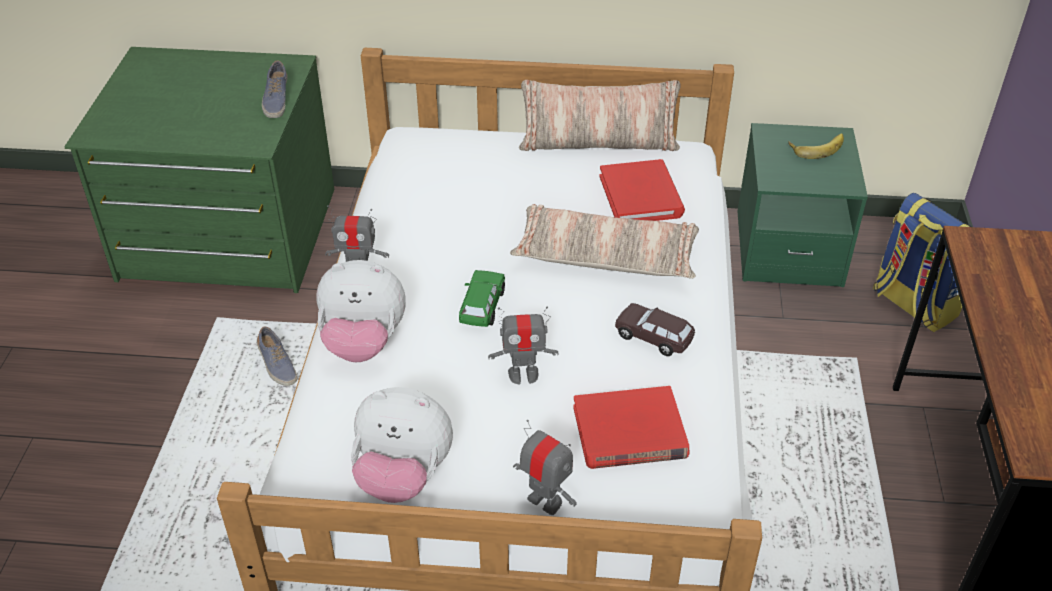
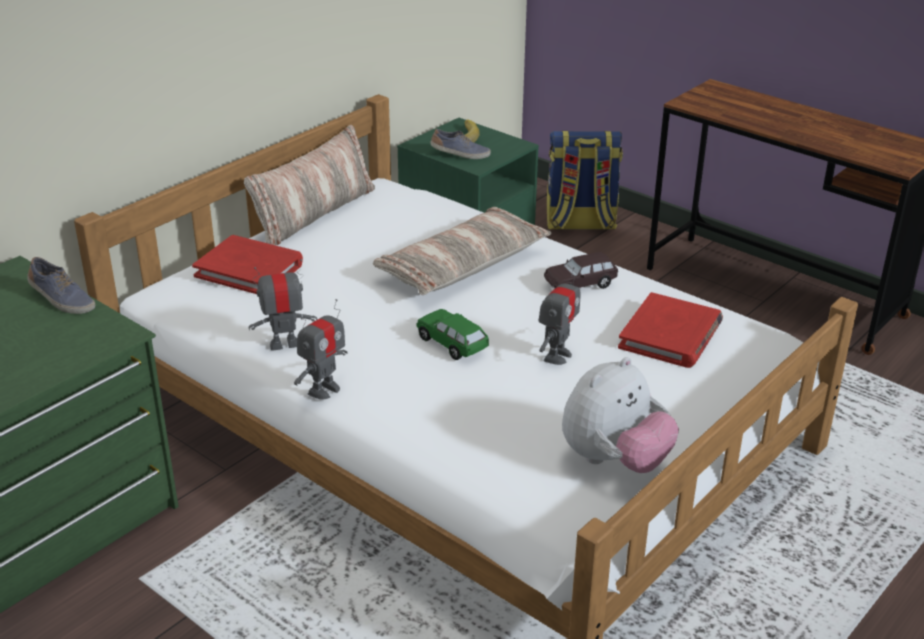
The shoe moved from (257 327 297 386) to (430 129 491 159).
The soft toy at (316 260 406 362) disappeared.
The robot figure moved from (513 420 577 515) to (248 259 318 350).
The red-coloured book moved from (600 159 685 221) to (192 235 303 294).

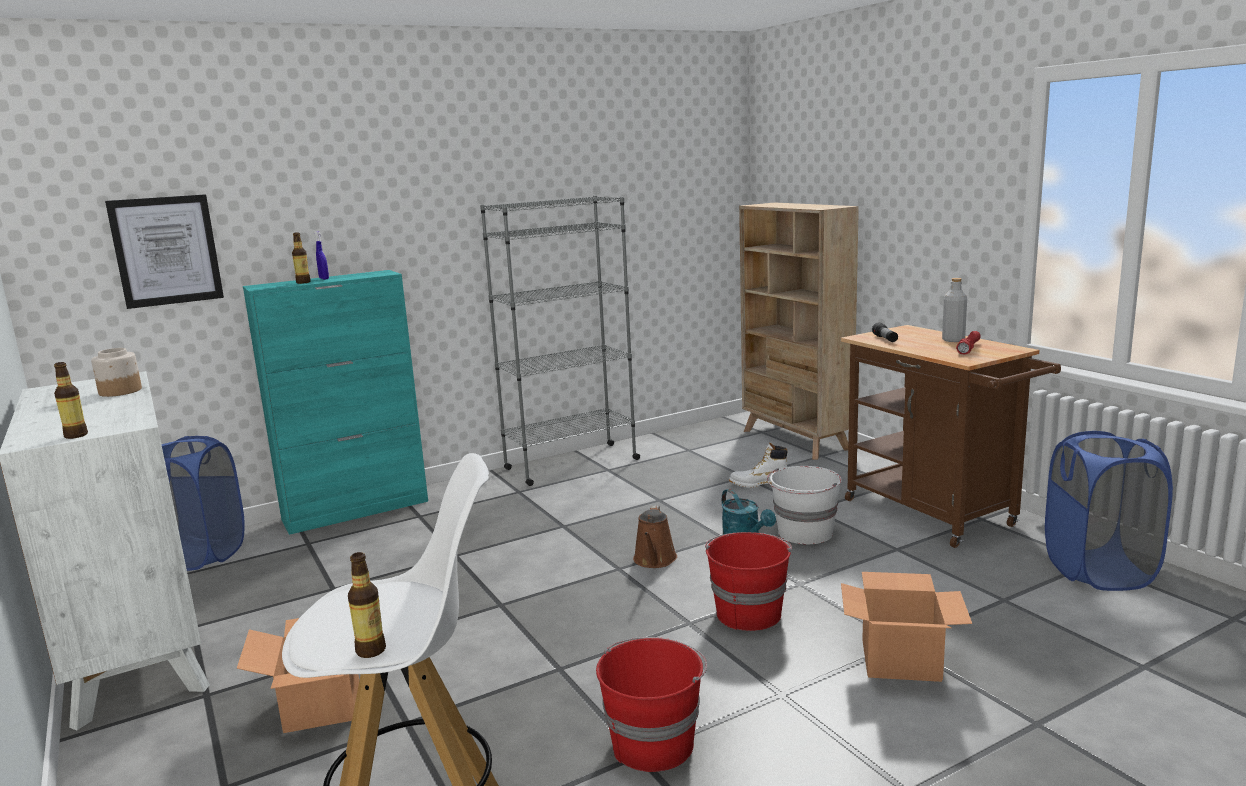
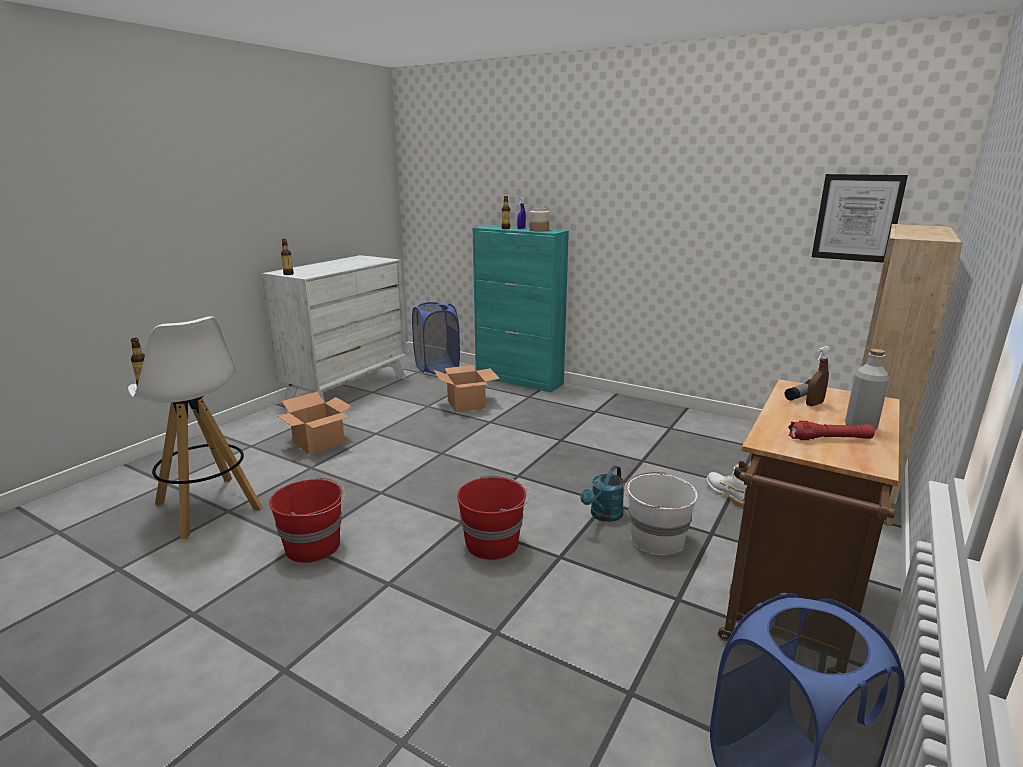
The storage jar moved from (91 348 142 397) to (530 208 549 231).
The picture moved from (105 194 224 309) to (812 174 908 263).
The gray bookcase at (480 195 640 486) disappeared.
The brownish sprinkling can at (633 505 677 568) disappeared.
The cardboard box moved from (841 572 972 682) to (433 365 500 413).
The brownish sprayer at (806 346 831 406) appeared.

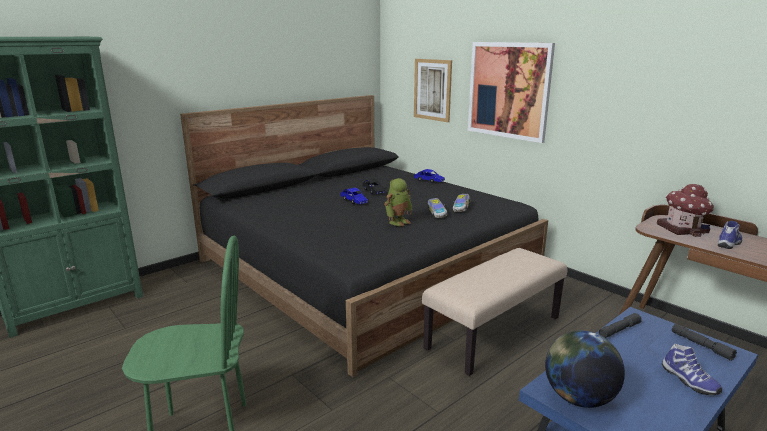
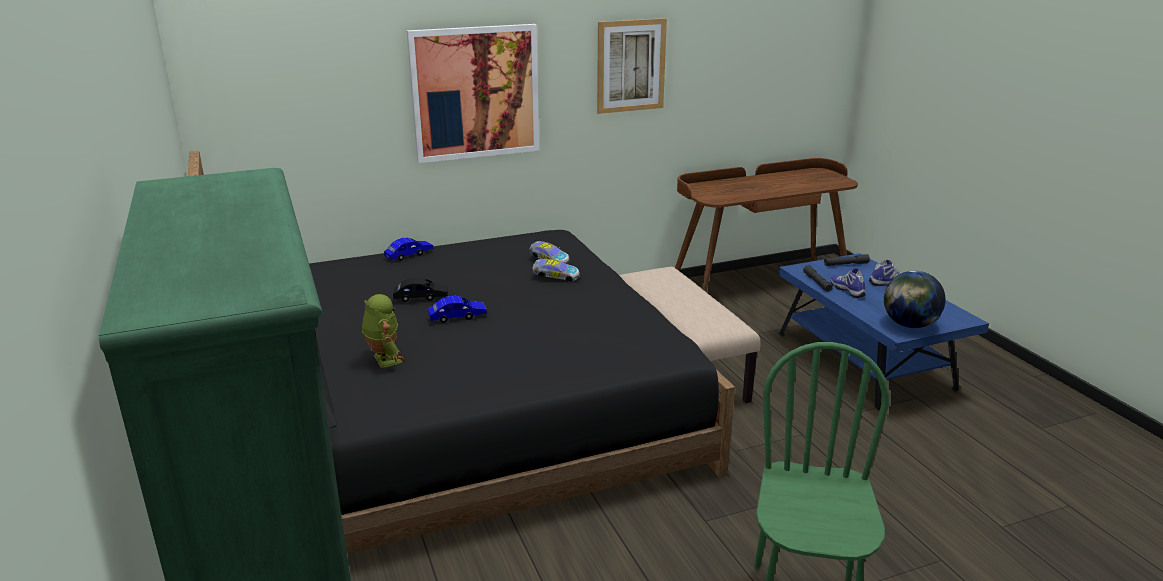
The robot figure moved from (384 178 413 226) to (362 294 405 368).
The picture moved from (414 59 452 122) to (597 18 667 114).
The toy house at (657 184 714 237) disappeared.
The shoe moved from (718 221 742 249) to (831 268 866 298).

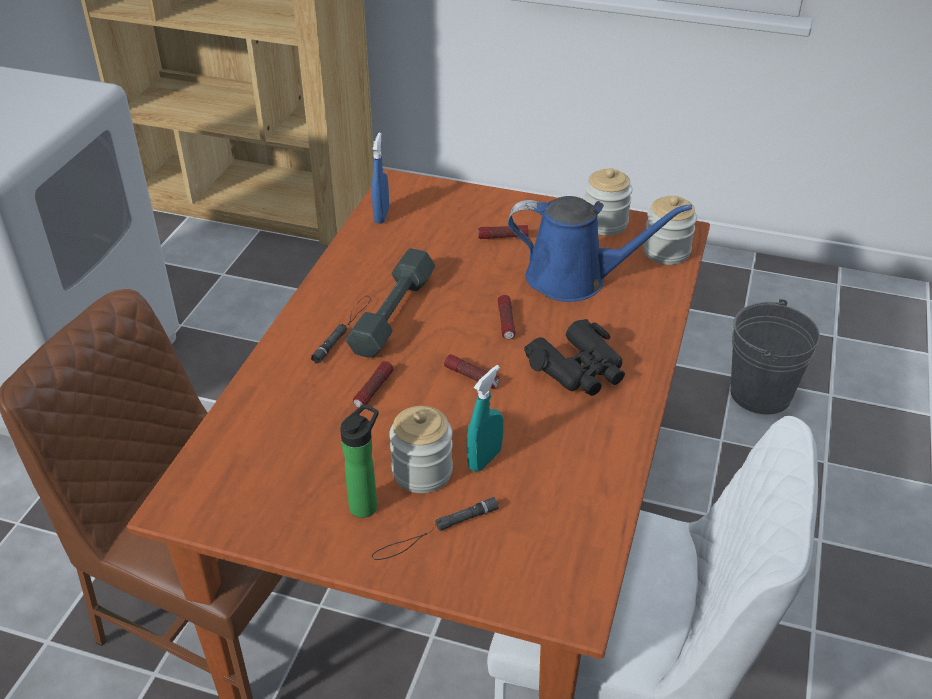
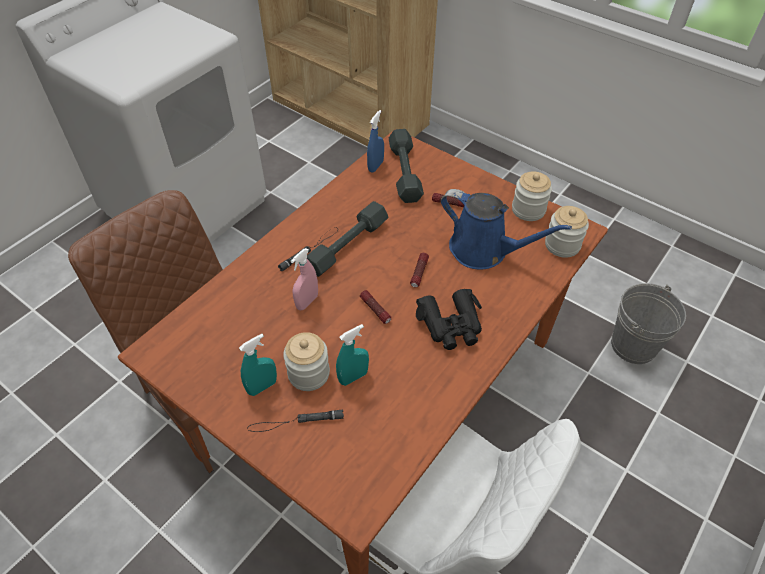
The drink bottle at (340 404 379 518) was replaced by the blue-green sprayer at (239 334 277 396).
The flashlight at (353 361 394 408) was replaced by the pink-coloured sprayer at (291 248 318 310).
The gray dumbbell at (389 129 424 203) appeared.

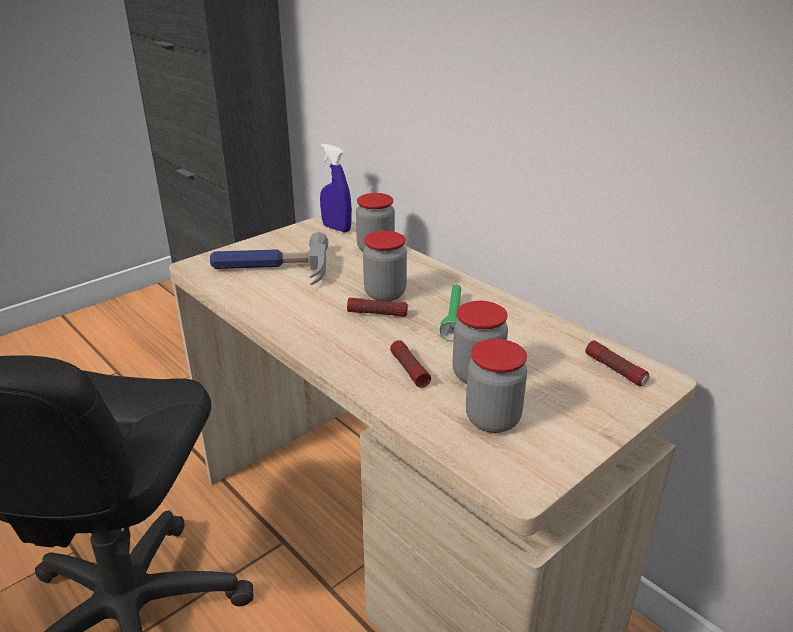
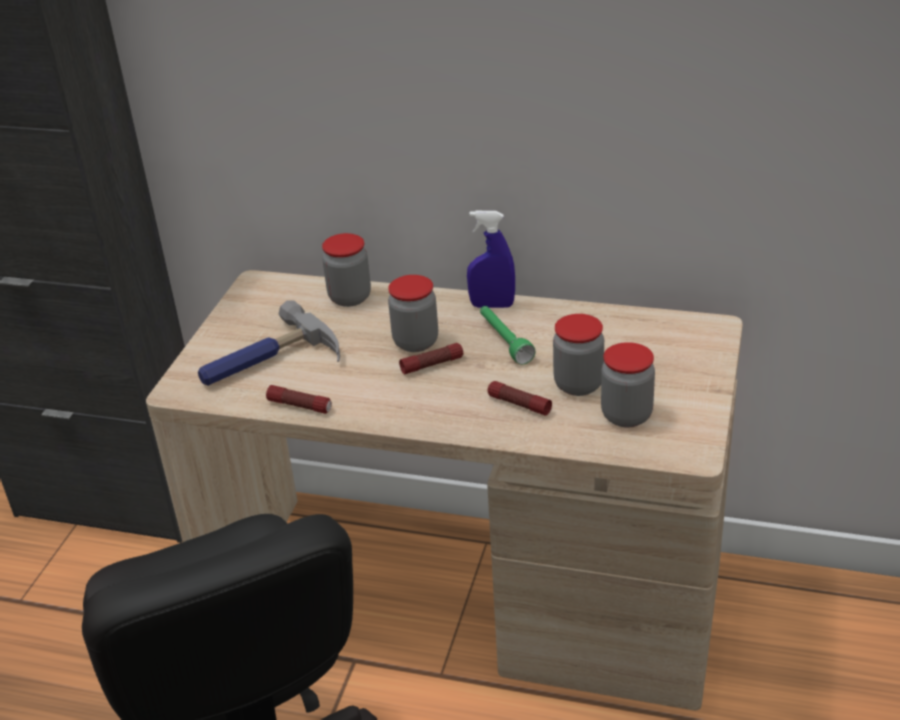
The blue-coloured sprayer moved from (320 144 352 233) to (467 211 515 308).
The flashlight moved from (585 340 649 386) to (266 385 332 414).

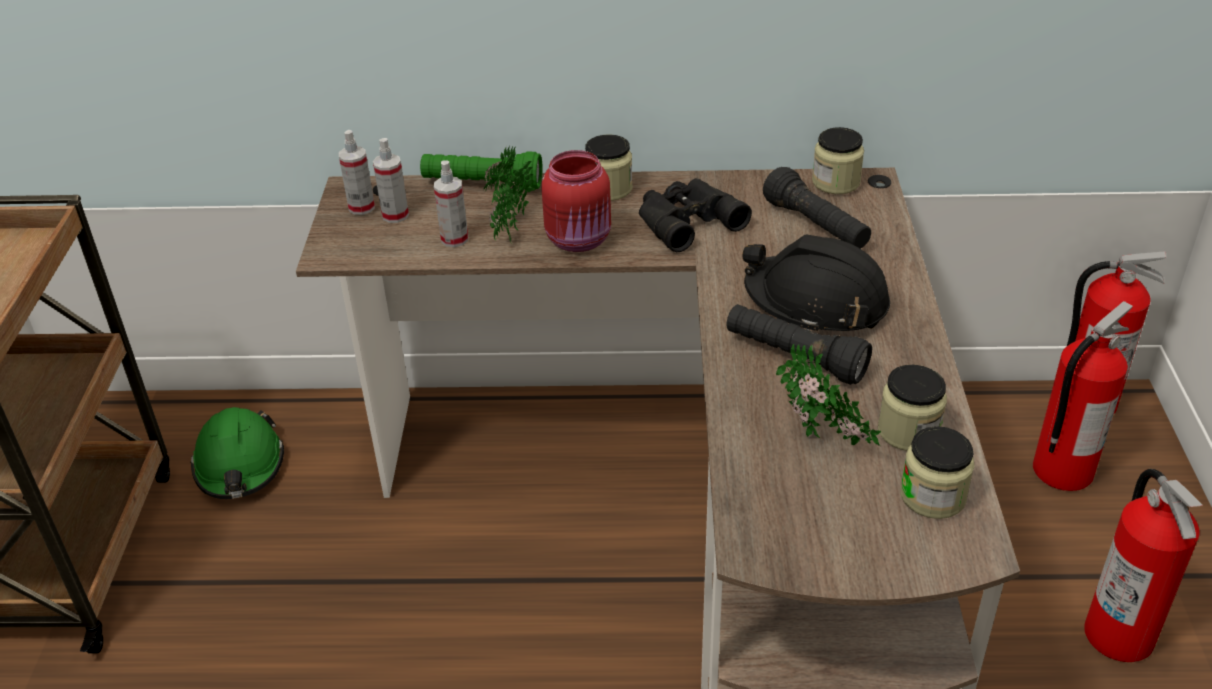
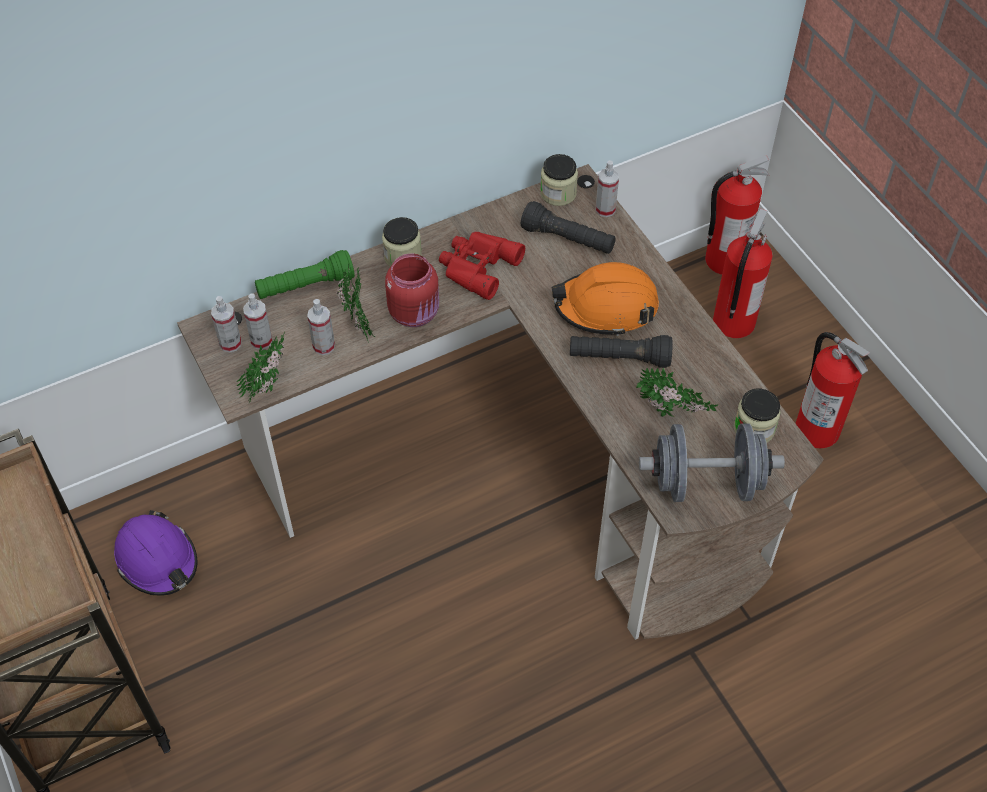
The green hard hat at (190 407 284 499) became the purple hard hat at (114 510 198 596).
The black-coloured field glasses at (639 178 752 252) became the red-coloured field glasses at (439 232 525 300).
The black-coloured hard hat at (743 234 890 331) became the orange-coloured hard hat at (552 262 659 336).
The storage jar at (878 365 947 451) disappeared.
The houseplant at (236 331 285 404) appeared.
The sprayer at (596 160 619 217) appeared.
The gray dumbbell at (639 423 785 502) appeared.

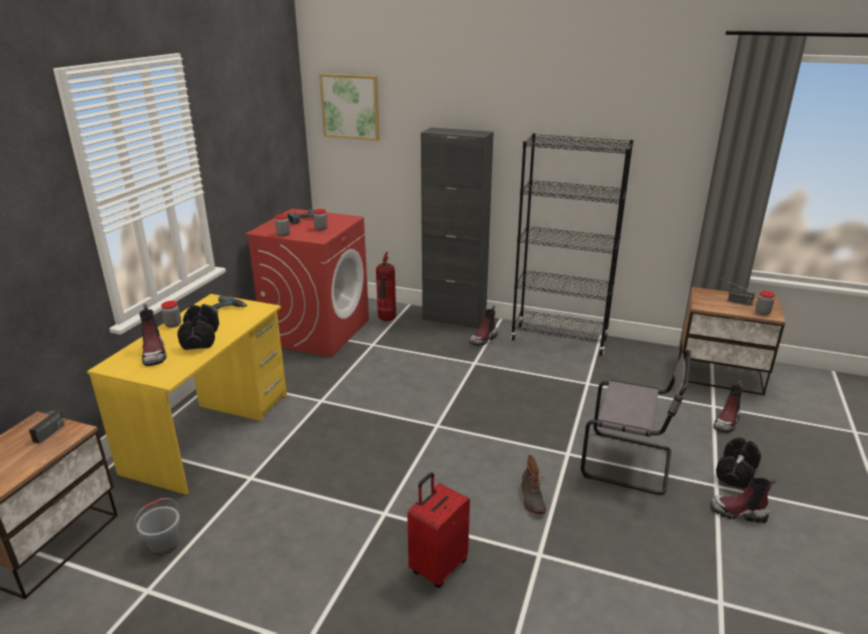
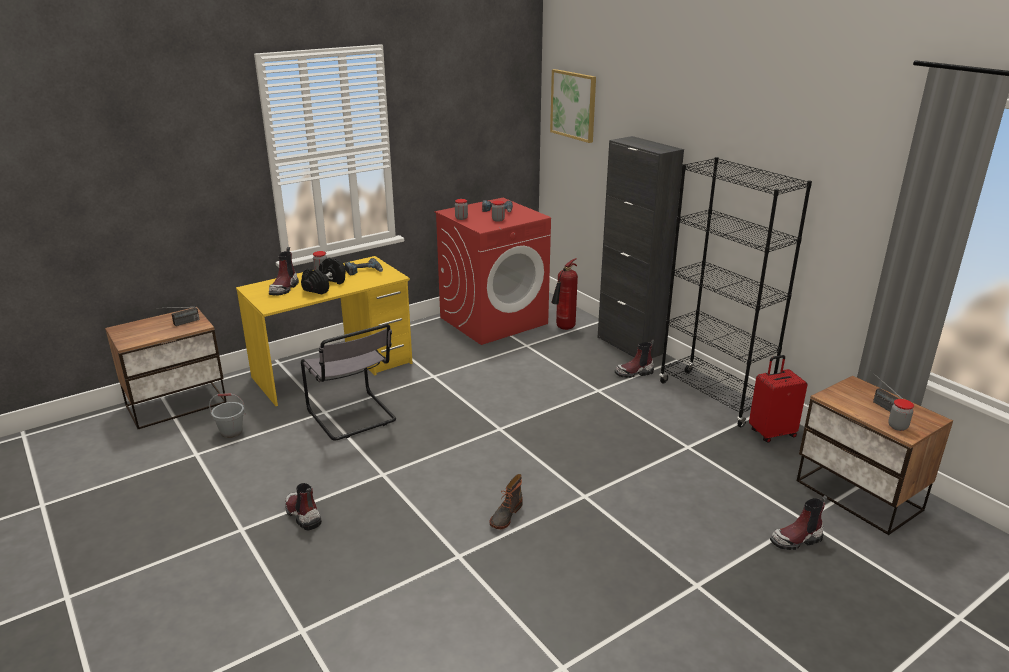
The red-coloured piece of luggage moved from (407 472 470 588) to (749 355 808 443).
The gray upright chair moved from (581 350 691 495) to (301 324 396 441).
The tall boot moved from (710 478 776 523) to (285 483 322 530).
The black-coloured dumbbell at (716 437 761 489) disappeared.

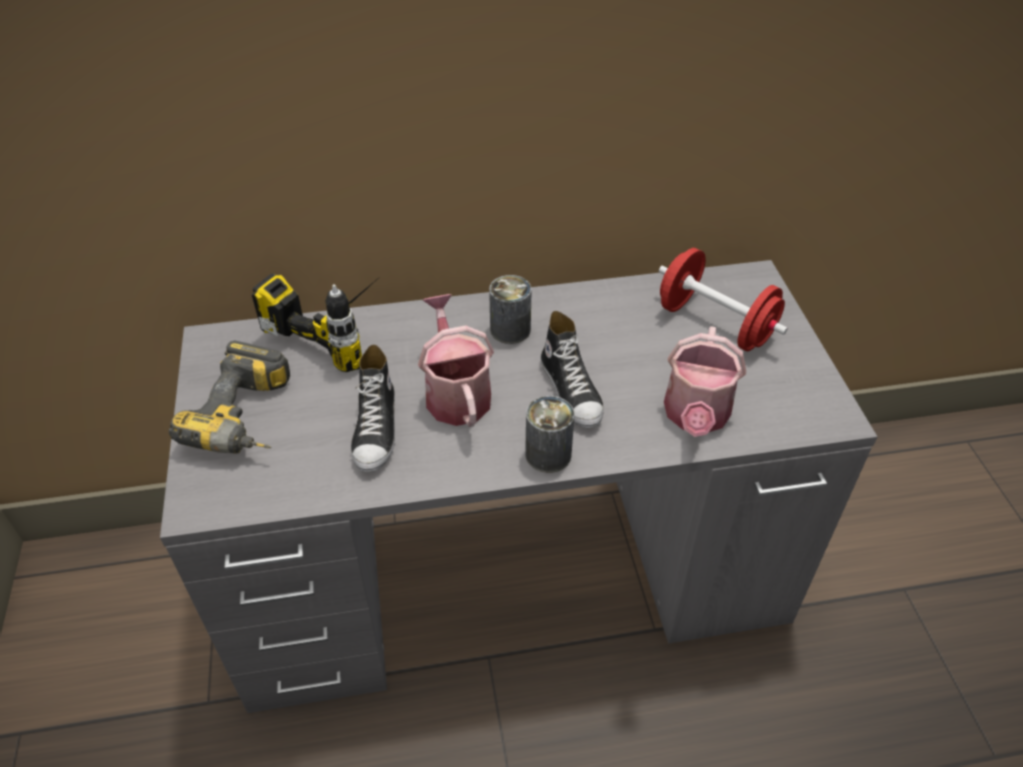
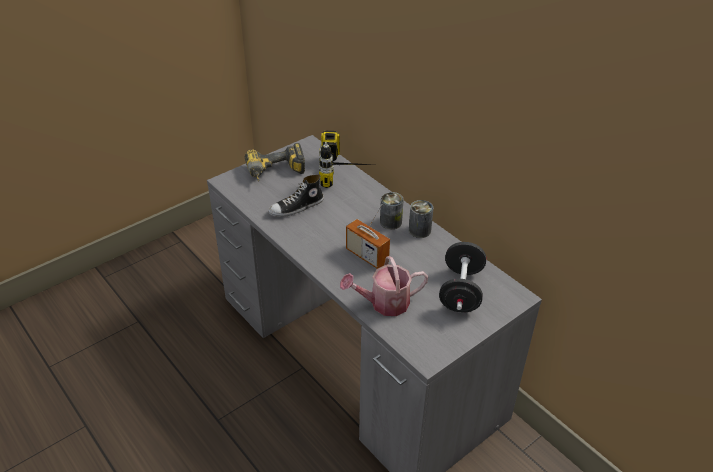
The sprinkling can at (418 294 494 427) disappeared.
The metal can moved from (525 396 575 473) to (409 200 433 238).
The shoe at (541 311 604 428) was replaced by the radio receiver at (346 204 390 269).
The red-coloured dumbbell at (659 248 788 351) became the black-coloured dumbbell at (439 242 486 313).

